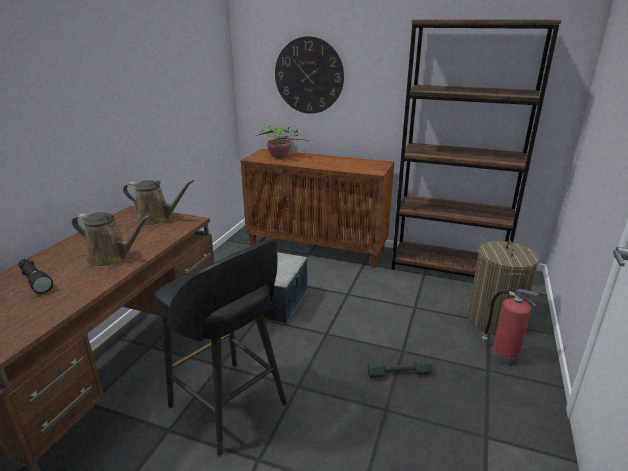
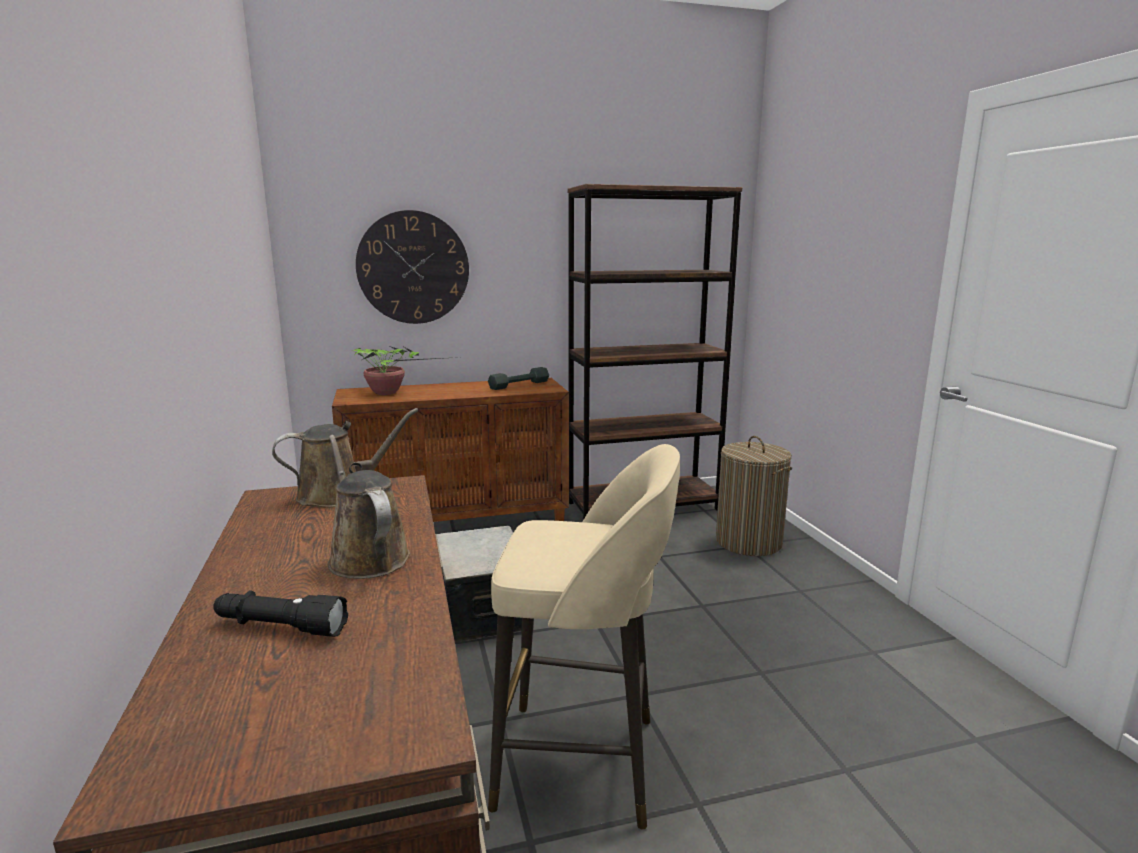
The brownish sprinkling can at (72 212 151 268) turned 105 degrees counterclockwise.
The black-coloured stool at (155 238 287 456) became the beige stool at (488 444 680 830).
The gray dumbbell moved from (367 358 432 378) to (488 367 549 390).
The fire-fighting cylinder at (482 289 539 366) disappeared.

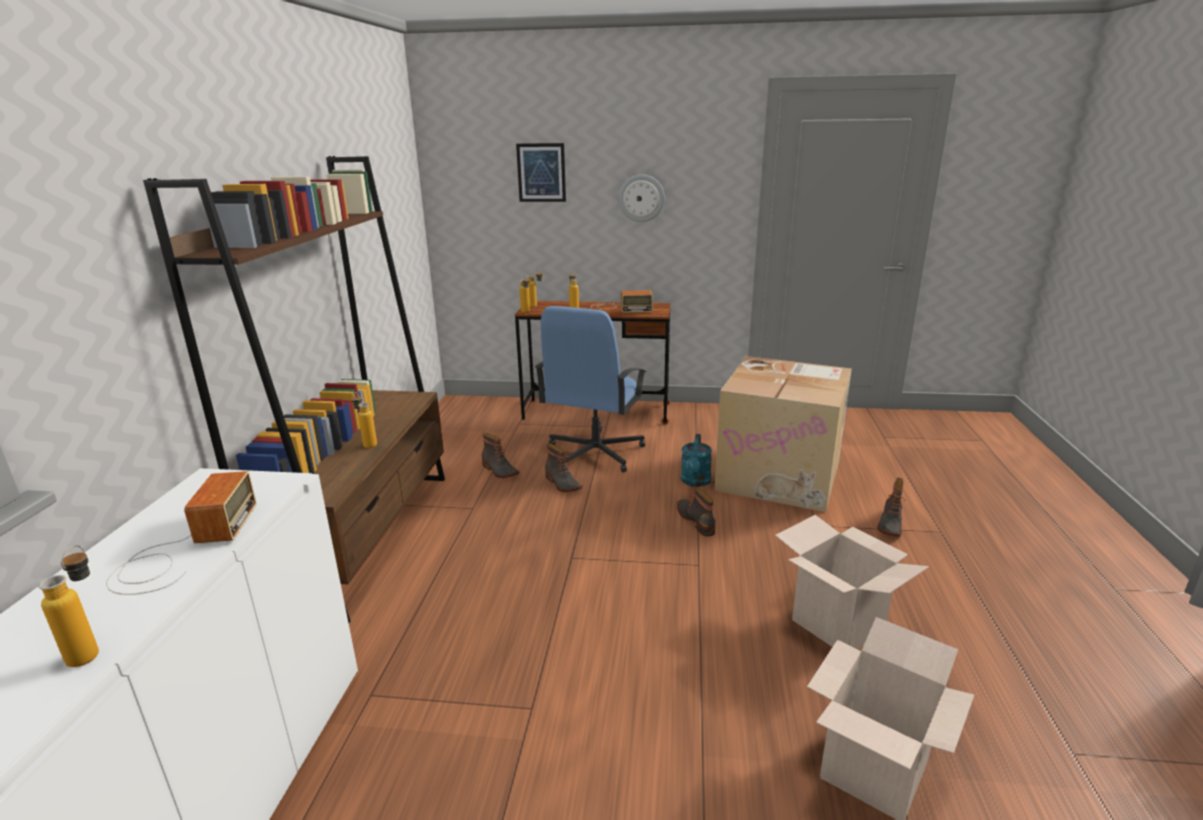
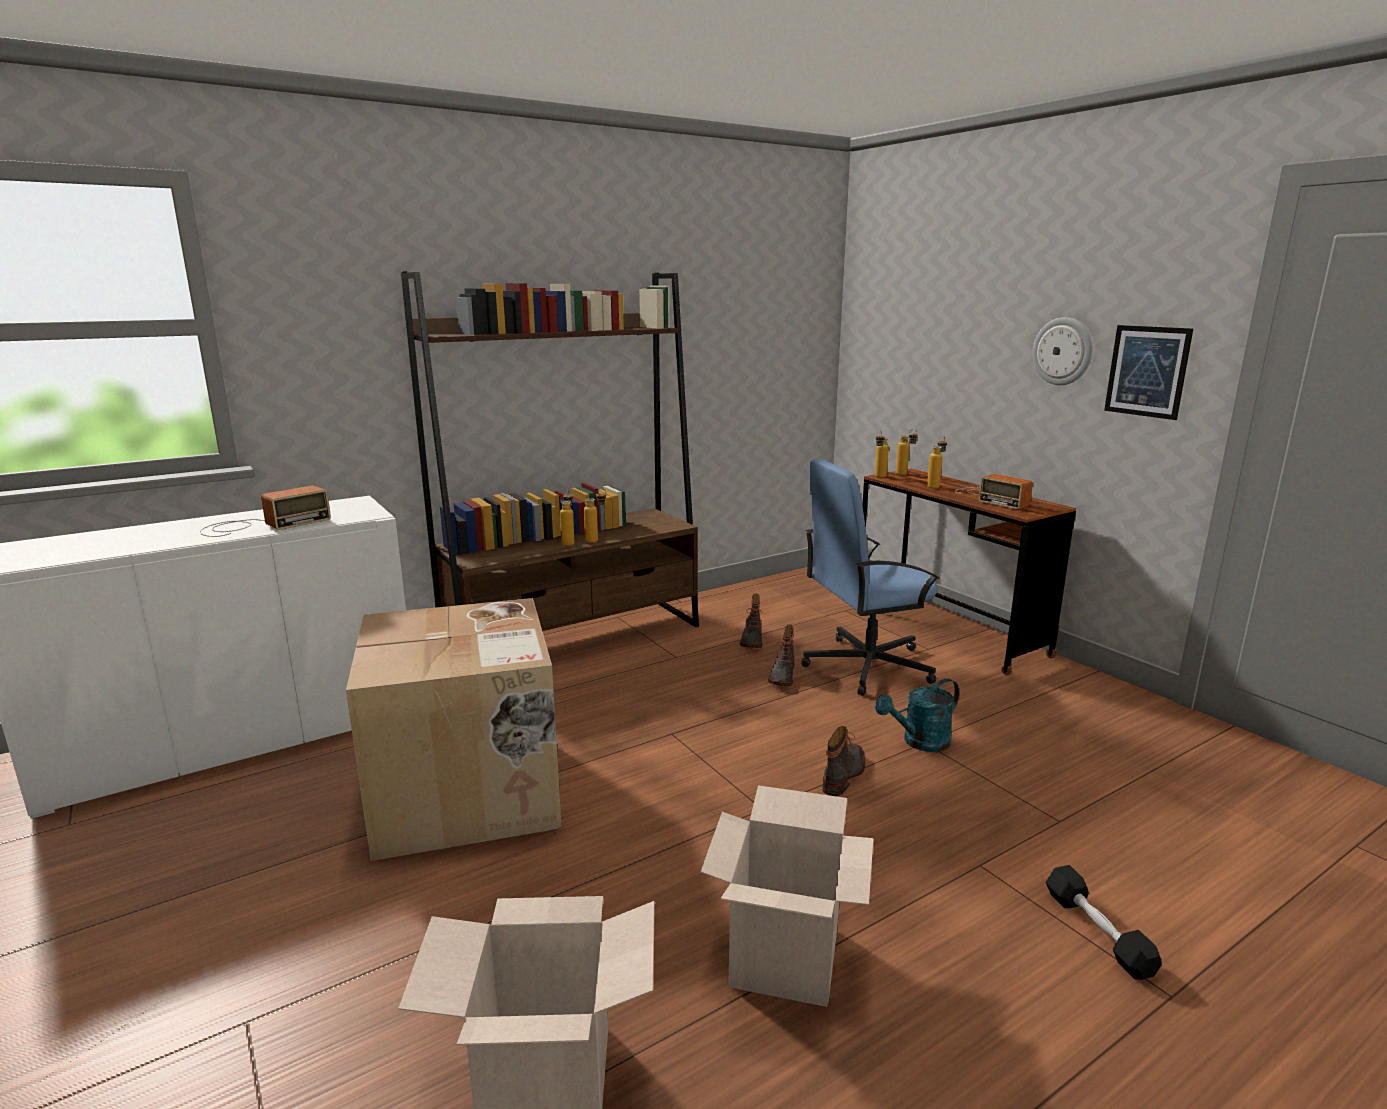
The drink bottle moved from (38 545 99 667) to (584 489 606 543).
The picture moved from (516 143 566 202) to (1104 325 1193 420).
The cardboard box moved from (714 356 852 512) to (346 598 562 861).
The tall boot at (877 478 905 537) was replaced by the black-coloured dumbbell at (1046 865 1162 980).

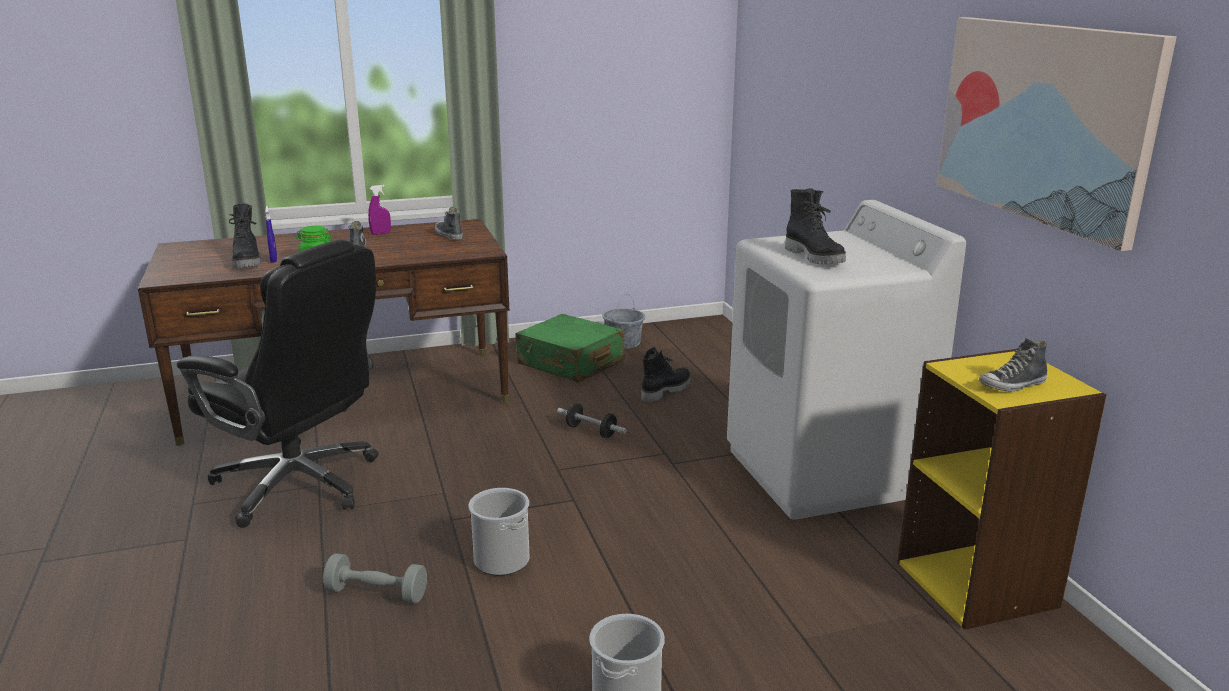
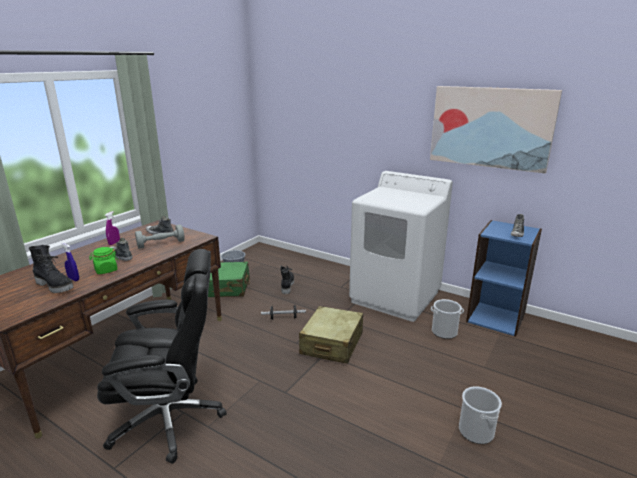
The gray dumbbell moved from (323 553 427 604) to (135 224 185 249).
The water bucket moved from (468 488 530 576) to (431 299 464 339).
The black-coloured tall boot at (785 188 846 264) disappeared.
The yellow-coloured bookcase at (897 349 1107 630) became the blue-coloured bookcase at (466 220 542 337).
The beige piece of luggage at (299 306 363 364) appeared.

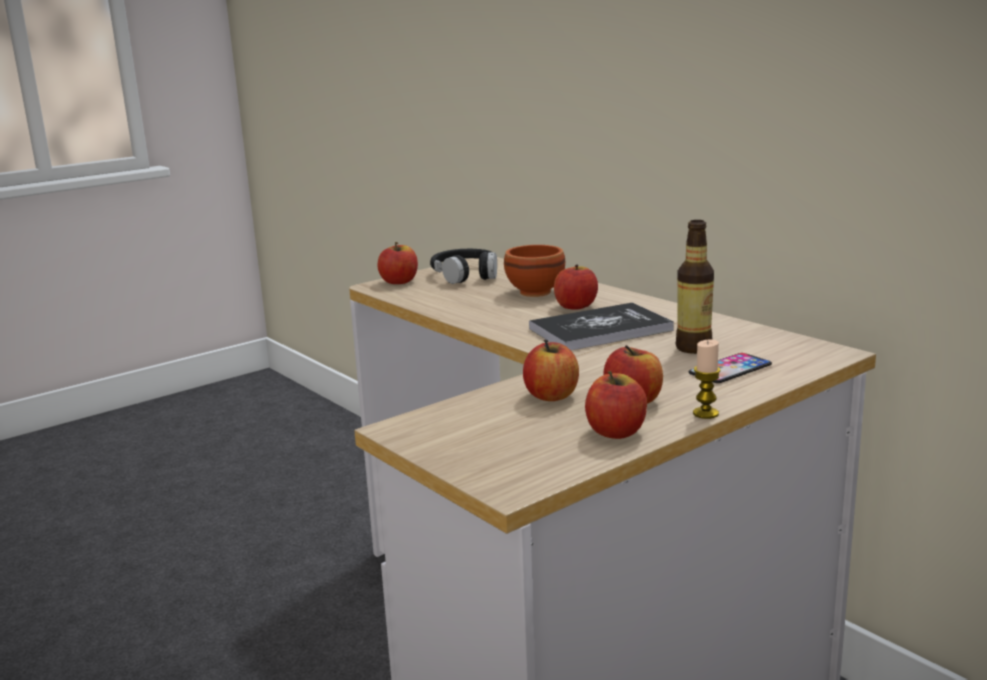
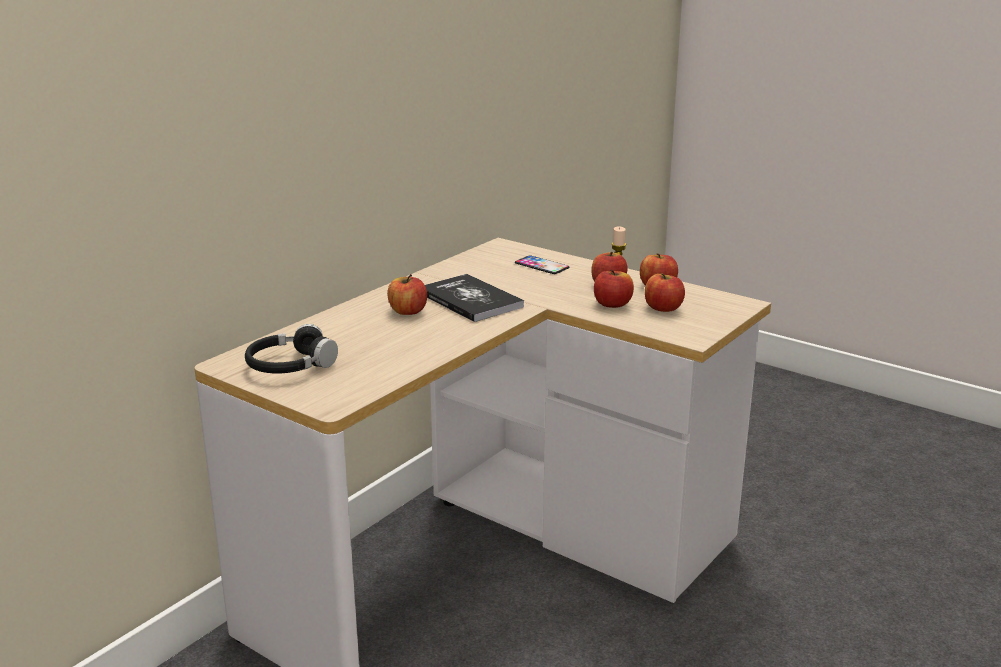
The whole apple moved from (378 242 418 284) to (645 273 685 312).
The brownish bowl at (504 245 565 297) disappeared.
The drink bottle at (675 220 714 354) disappeared.

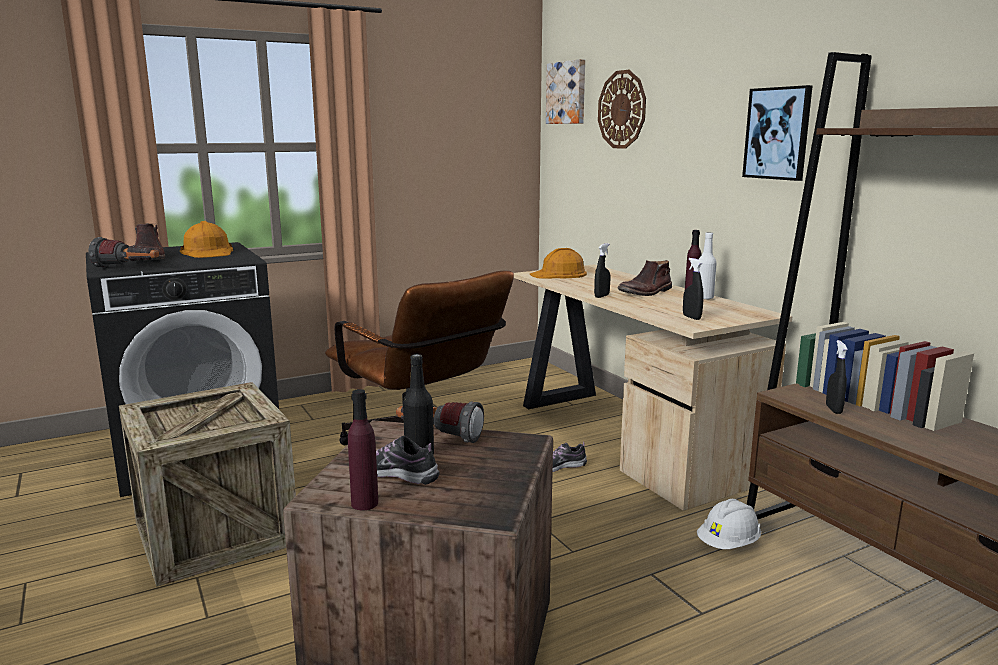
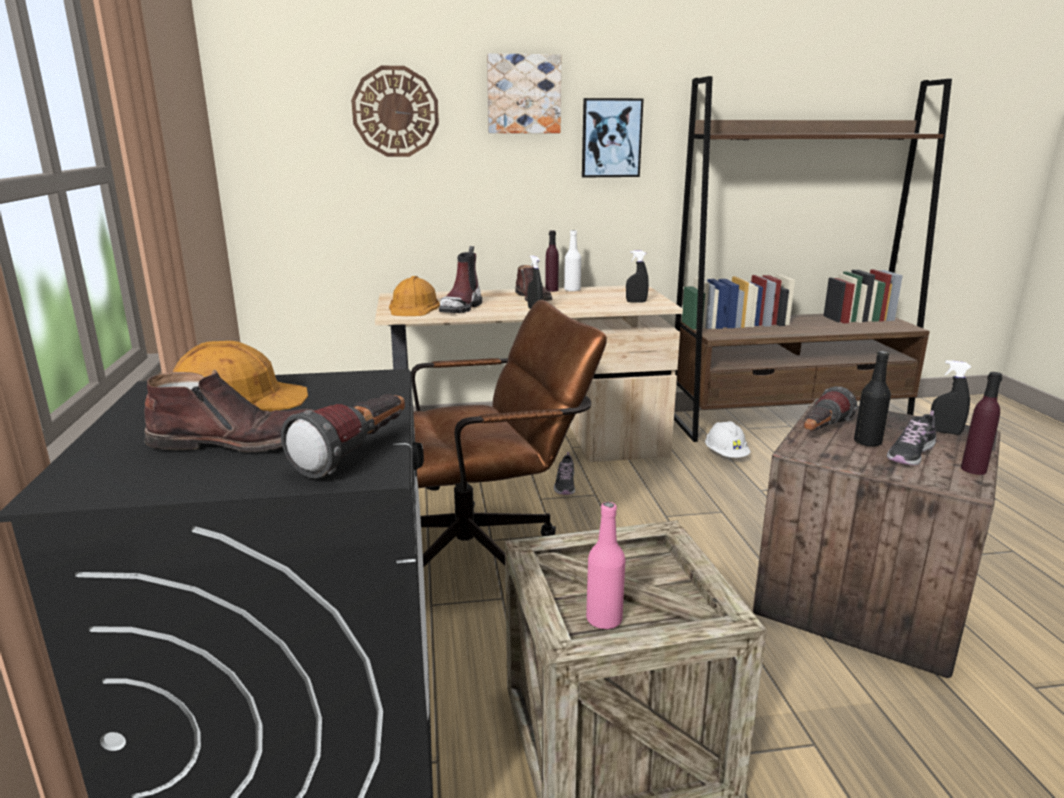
The picture moved from (546 59 585 124) to (487 53 561 133).
The black-coloured sprayer moved from (826 340 848 414) to (931 360 971 435).
The tall boot at (439 246 482 313) appeared.
The pink-coloured drink bottle at (586 502 625 629) appeared.

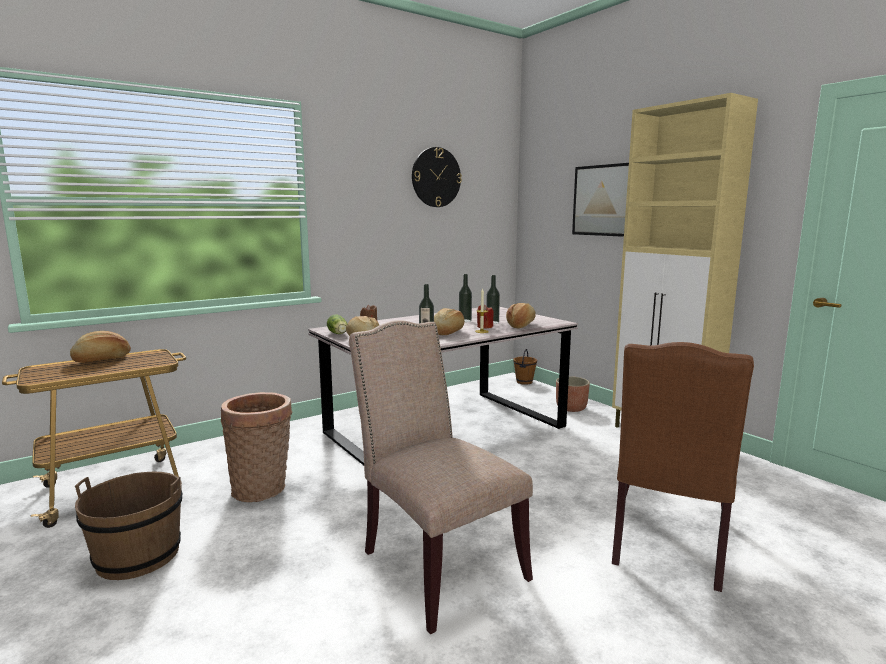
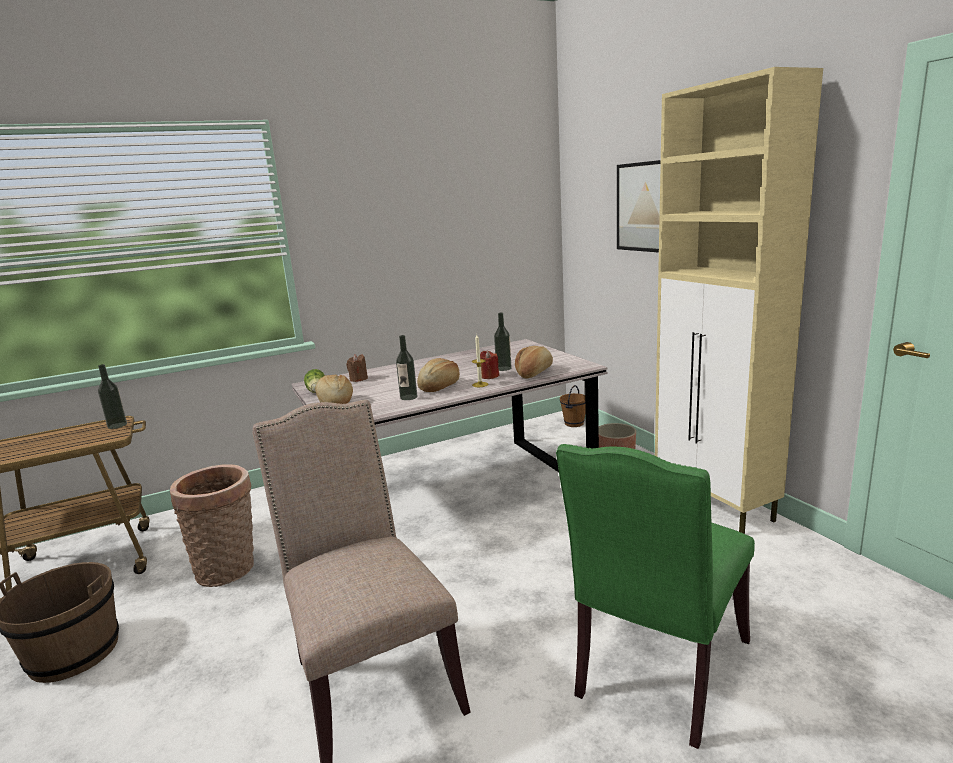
The baked bread at (70 331 131 363) disappeared.
The clock on the wall at (412 147 462 207) disappeared.
The drink bottle moved from (459 274 472 322) to (98 364 127 429).
The brownish upright chair at (612 342 754 592) became the green upright chair at (556 444 755 749).

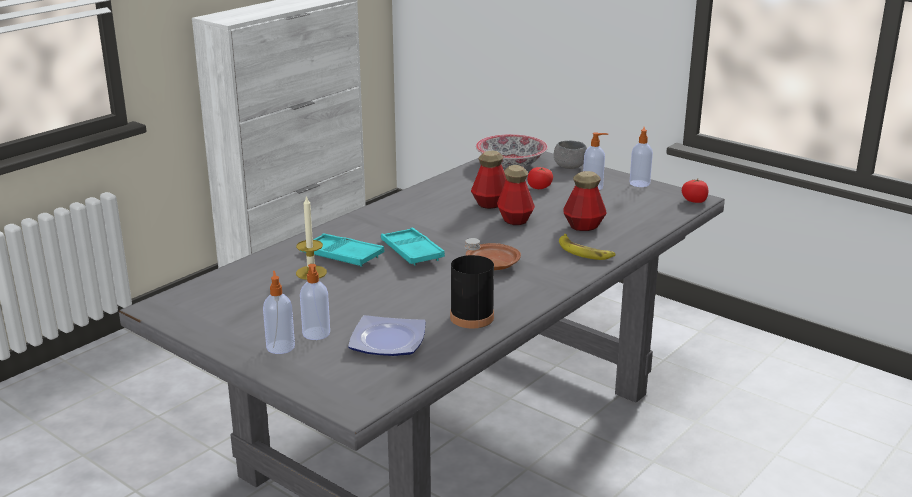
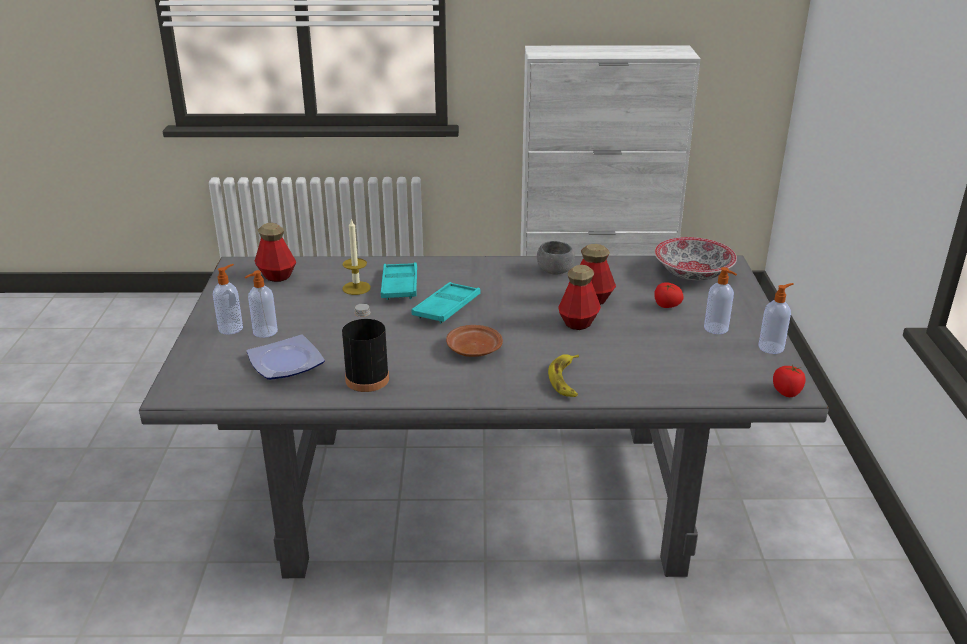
The gray bowl moved from (554 141 587 169) to (537 241 575 274).
The drink bottle moved from (563 171 607 231) to (255 223 296 282).

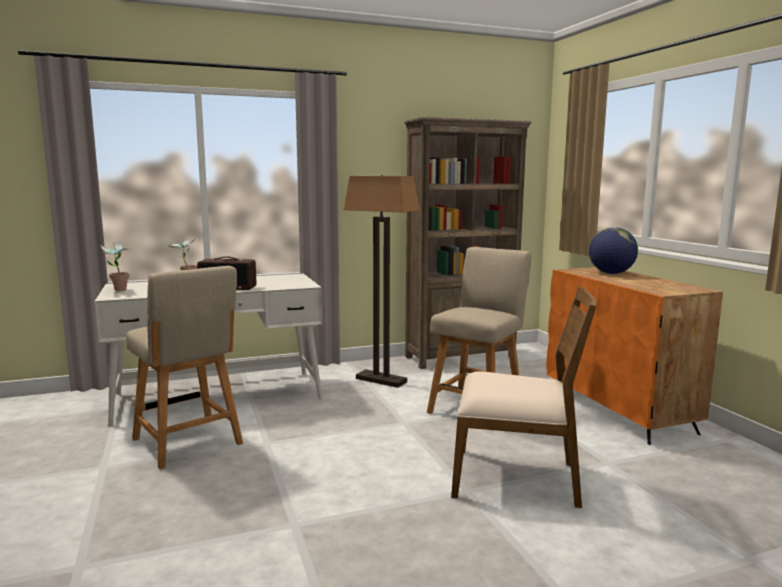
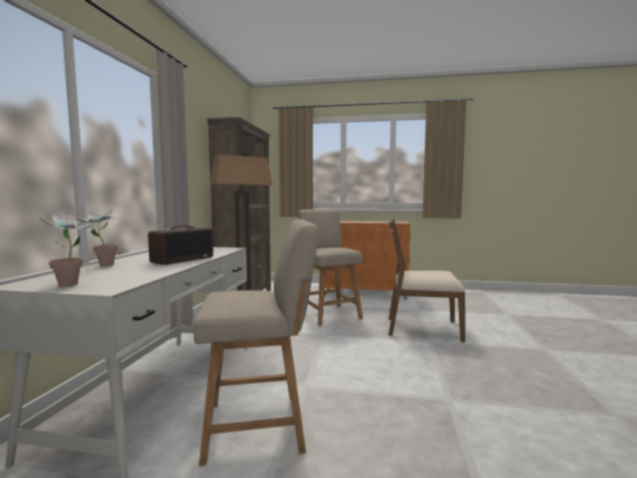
The brownish upright chair at (451 287 597 508) turned 120 degrees counterclockwise.
The desk globe at (589 227 638 274) disappeared.

